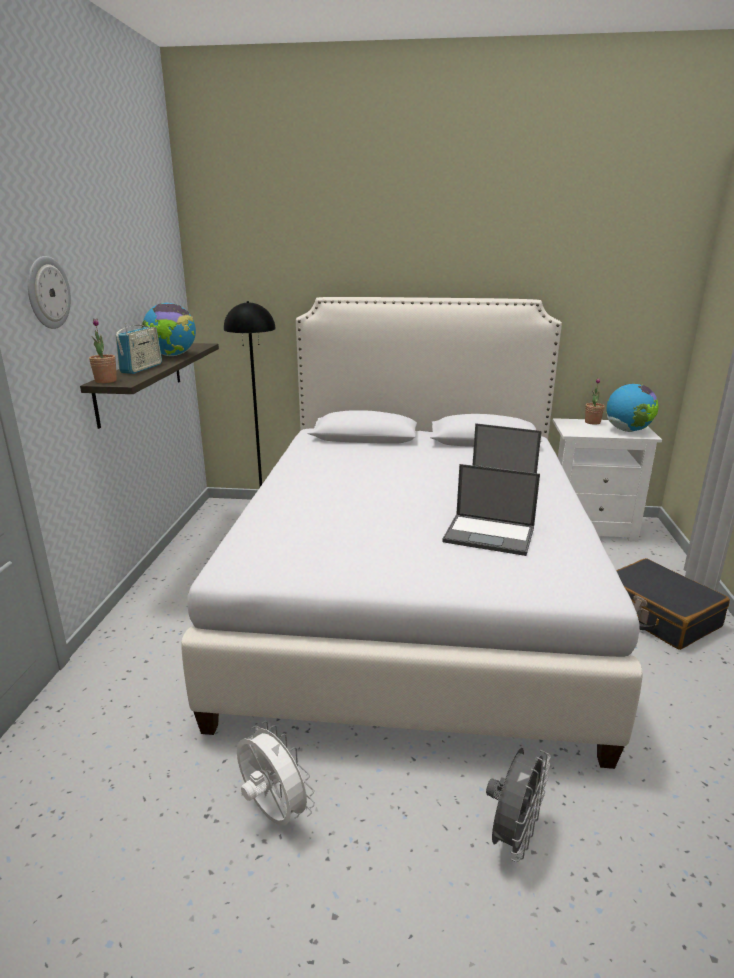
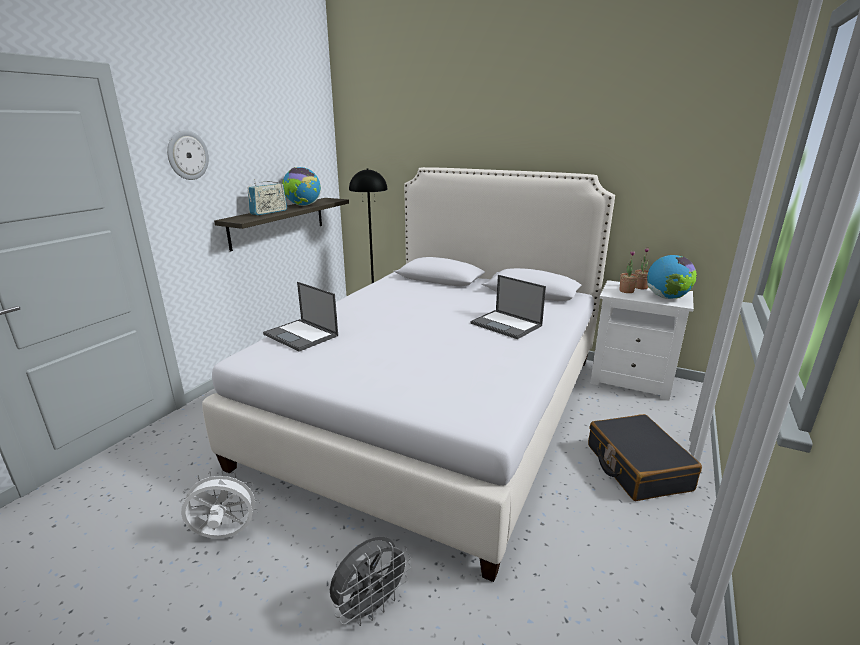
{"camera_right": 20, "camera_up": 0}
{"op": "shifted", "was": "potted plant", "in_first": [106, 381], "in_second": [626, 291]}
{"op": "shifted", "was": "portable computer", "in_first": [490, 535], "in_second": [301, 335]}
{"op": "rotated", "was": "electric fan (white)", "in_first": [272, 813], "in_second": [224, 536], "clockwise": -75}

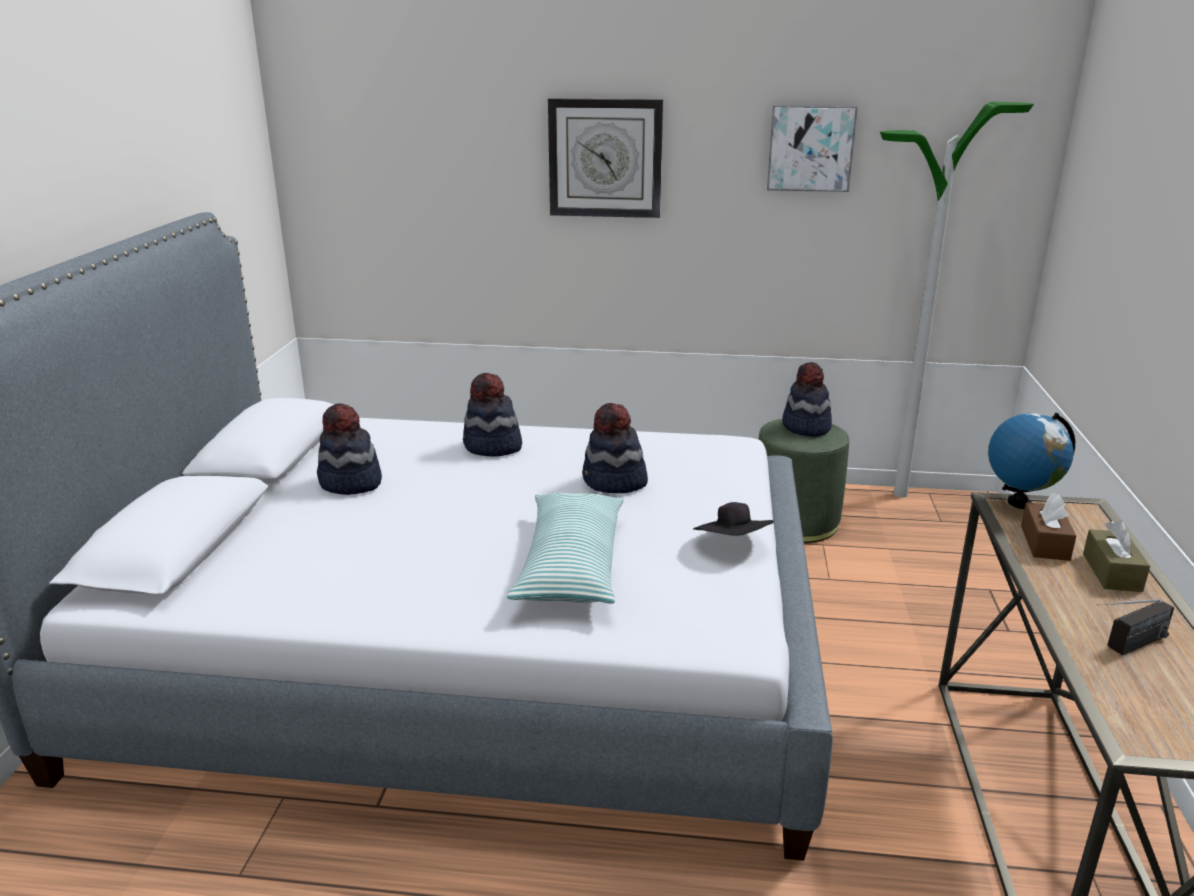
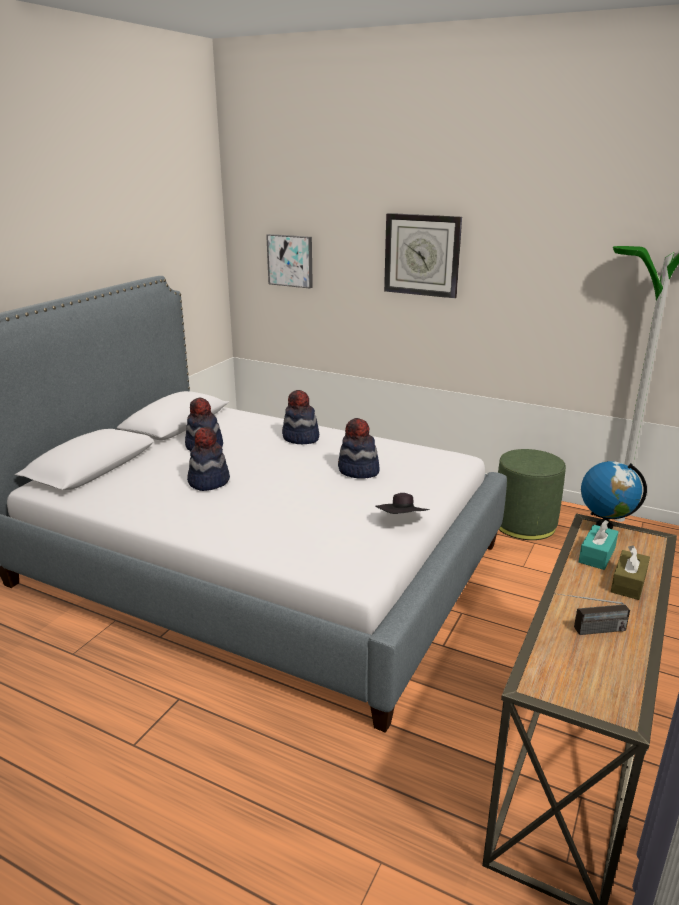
{"camera_right": 20, "camera_up": 0}
{"op": "gone", "was": "throw pillow", "in_first": [571, 564]}
{"op": "shifted", "was": "wall picture", "in_first": [810, 148], "in_second": [290, 260]}
{"op": "shifted", "was": "clothing hat", "in_first": [806, 427], "in_second": [208, 481]}
{"op": "repainted", "was": "box of tissues (brownish)", "now": "box of tissues (blue-green)", "in_first": [1044, 543], "in_second": [597, 555]}

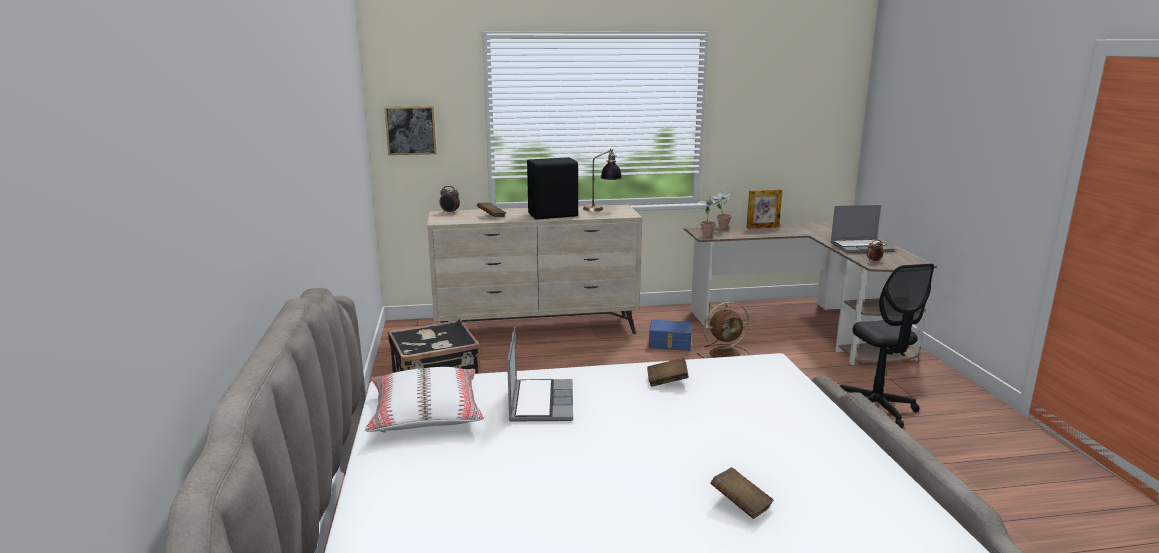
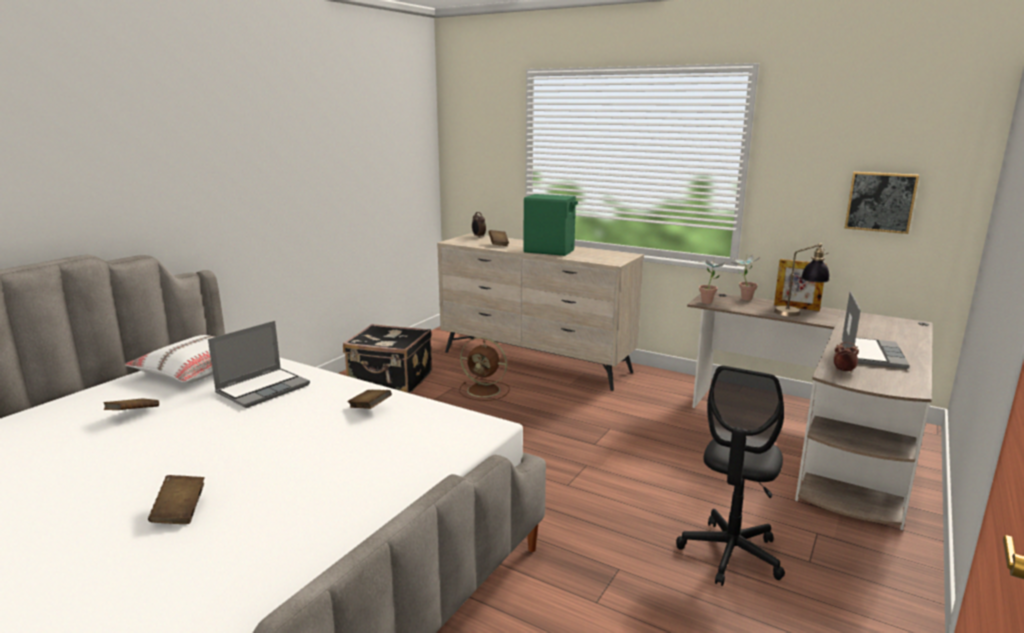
{"camera_right": 40, "camera_up": 0}
{"op": "gone", "was": "storage bin (bluish)", "in_first": [670, 344]}
{"op": "new", "now": "volume (brownish)", "in_second": [133, 414]}
{"op": "shifted", "was": "wall picture", "in_first": [410, 130], "in_second": [880, 202]}
{"op": "shifted", "was": "lamp for a table", "in_first": [602, 209], "in_second": [798, 314]}
{"op": "shifted", "was": "electric fan (brownish)", "in_first": [725, 354], "in_second": [485, 390]}
{"op": "repainted", "was": "loudspeaker (blackish)", "now": "loudspeaker (green)", "in_first": [553, 214], "in_second": [549, 251]}
{"op": "rotated", "was": "portable computer", "in_first": [861, 247], "in_second": [871, 354], "clockwise": -105}

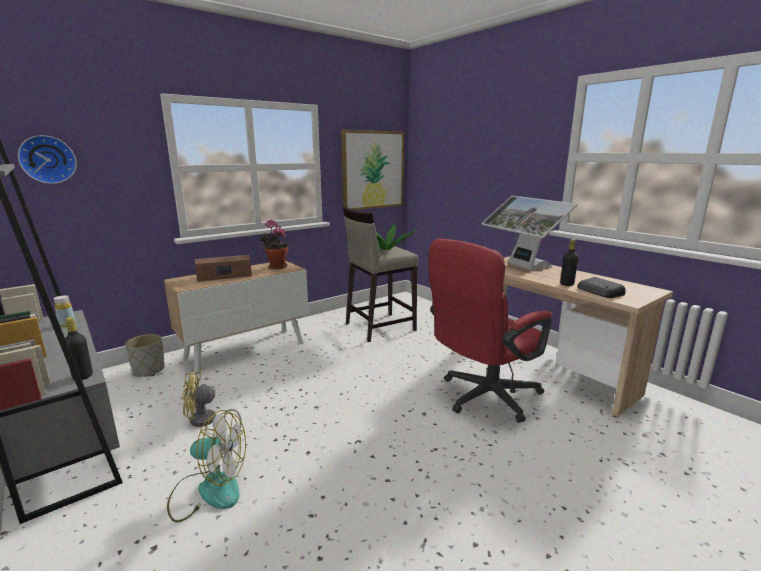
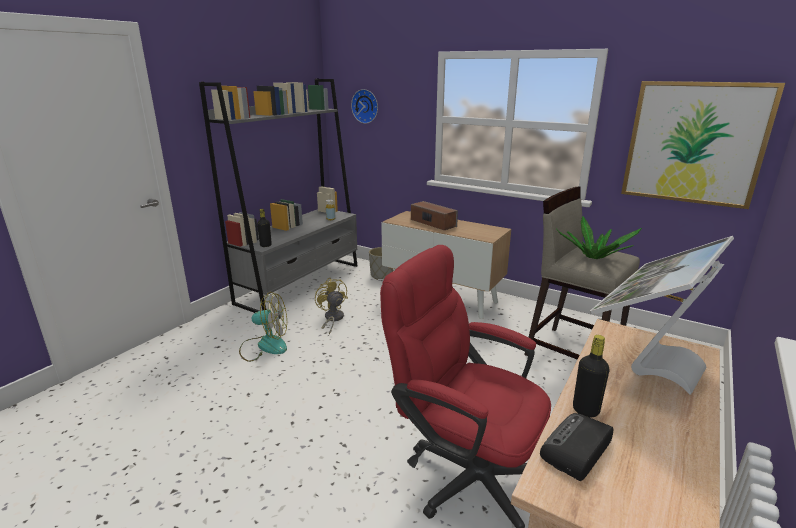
{"camera_right": 70, "camera_up": 5}
{"op": "gone", "was": "potted plant", "in_first": [276, 267]}
{"op": "rotated", "was": "electric fan", "in_first": [208, 490], "in_second": [264, 346], "clockwise": -75}

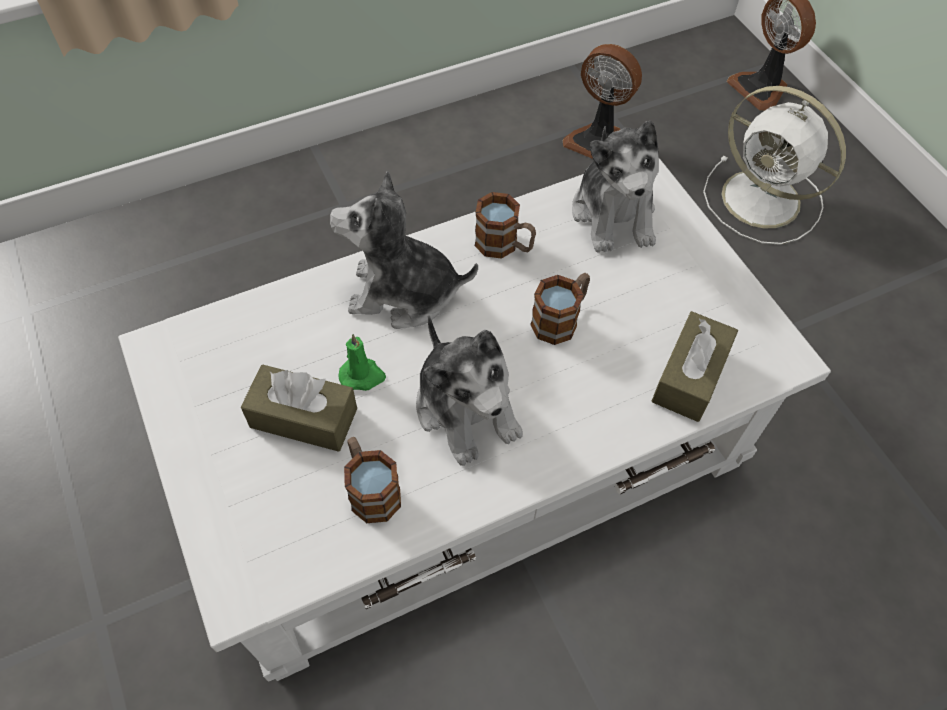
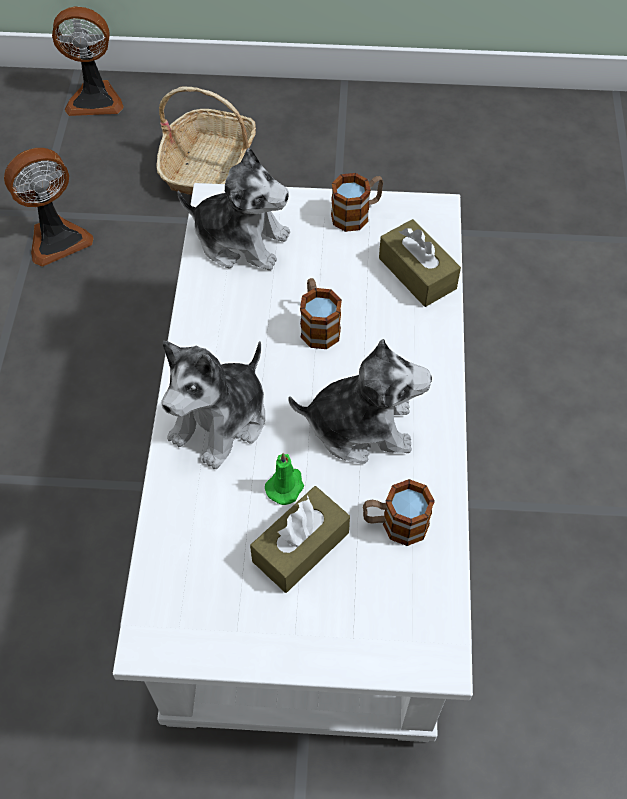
{"camera_right": -60, "camera_up": 0}
{"op": "shifted", "was": "tea mug", "in_first": [504, 245], "in_second": [357, 214]}
{"op": "swapped", "was": "electric fan (white)", "now": "household basket", "in_first": [764, 201], "in_second": [209, 166]}

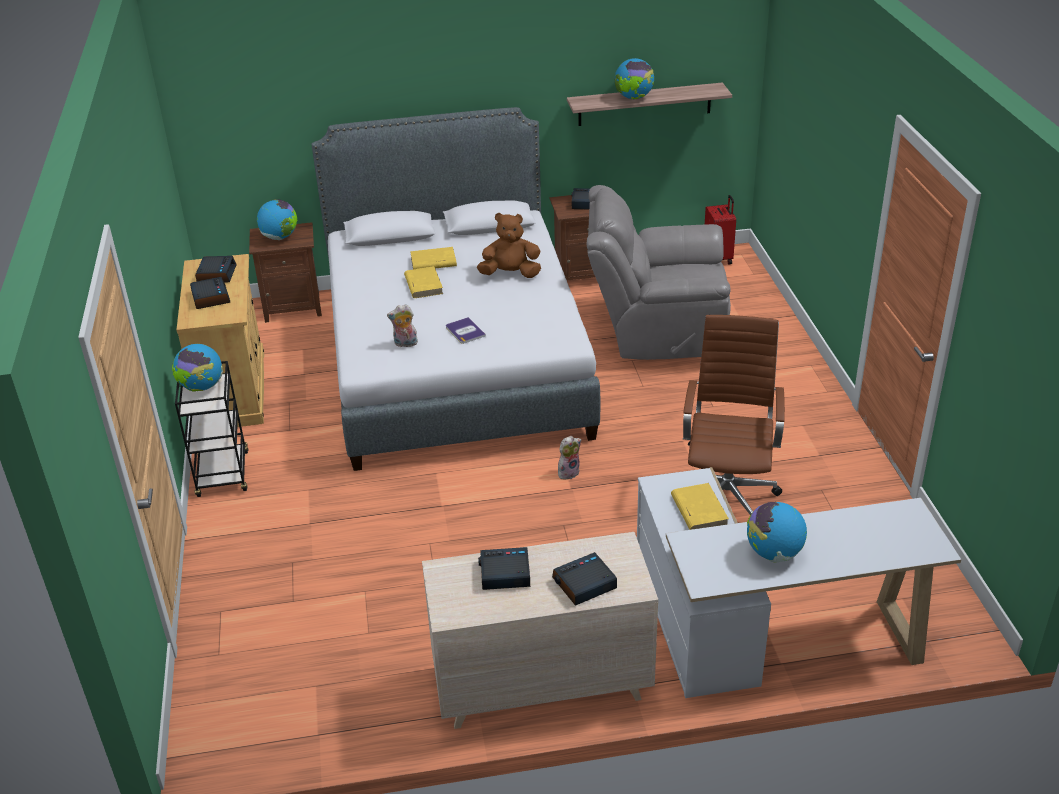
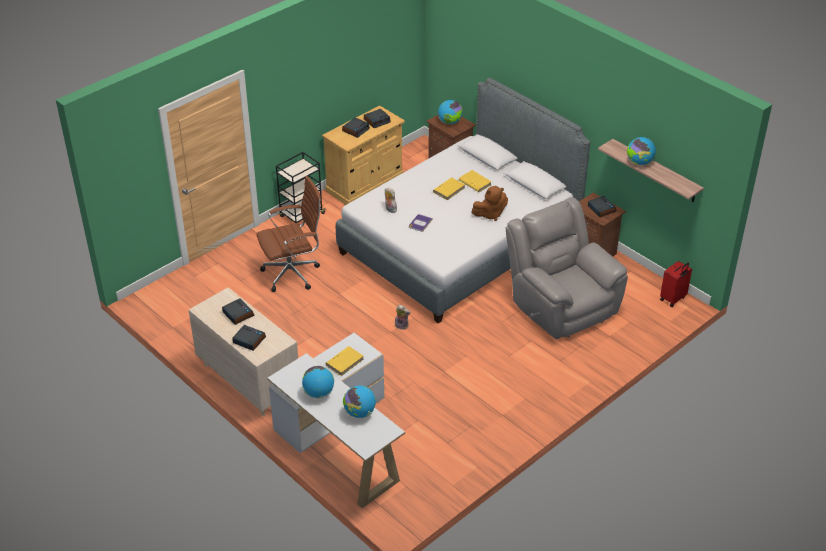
{"camera_right": 55, "camera_up": 5}
{"op": "shifted", "was": "desk globe", "in_first": [201, 387], "in_second": [359, 413]}
{"op": "shifted", "was": "computer chair (brownish)", "in_first": [727, 496], "in_second": [293, 273]}
{"op": "rotated", "was": "plush toy (brownish)", "in_first": [510, 274], "in_second": [490, 214], "clockwise": 105}

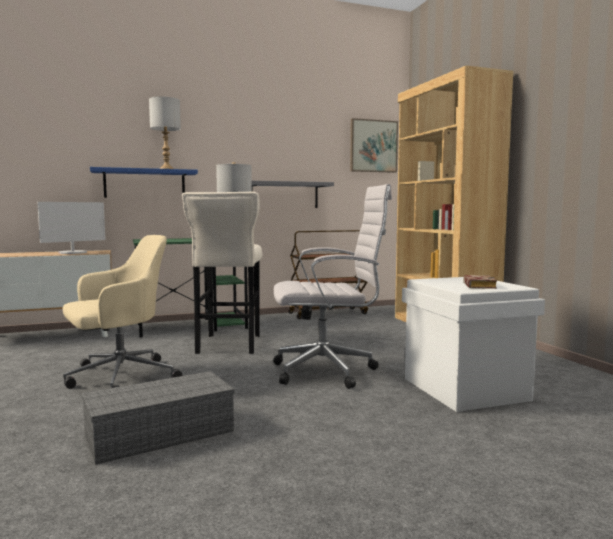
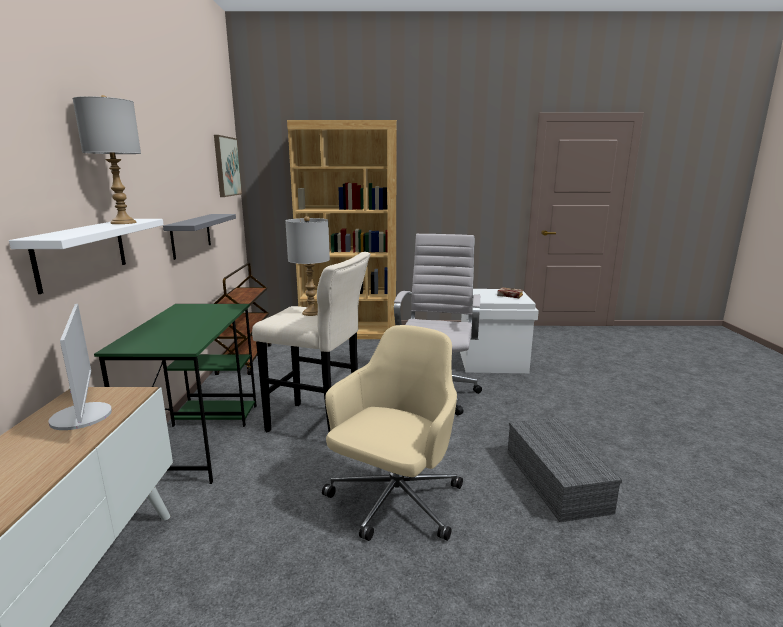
{"camera_right": -70, "camera_up": 10}
{"op": "repainted", "was": "bracket shelf (bluish)", "now": "bracket shelf (white)", "in_first": [145, 184], "in_second": [82, 252]}
{"op": "rotated", "was": "computer chair (beige)", "in_first": [119, 378], "in_second": [394, 502], "clockwise": 45}

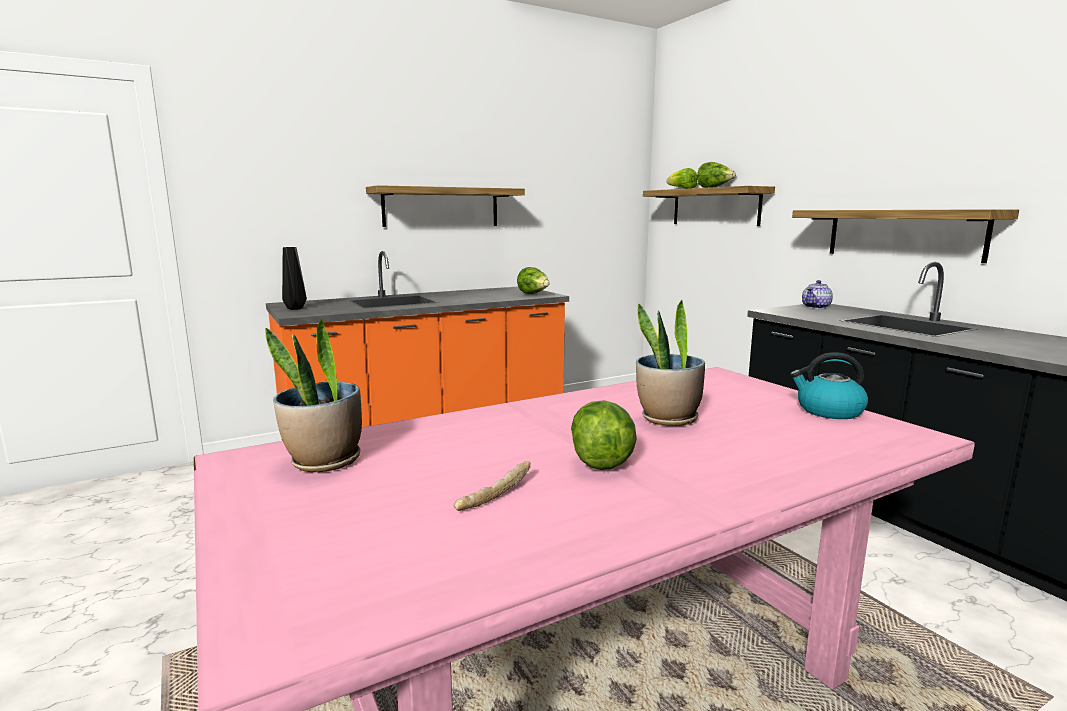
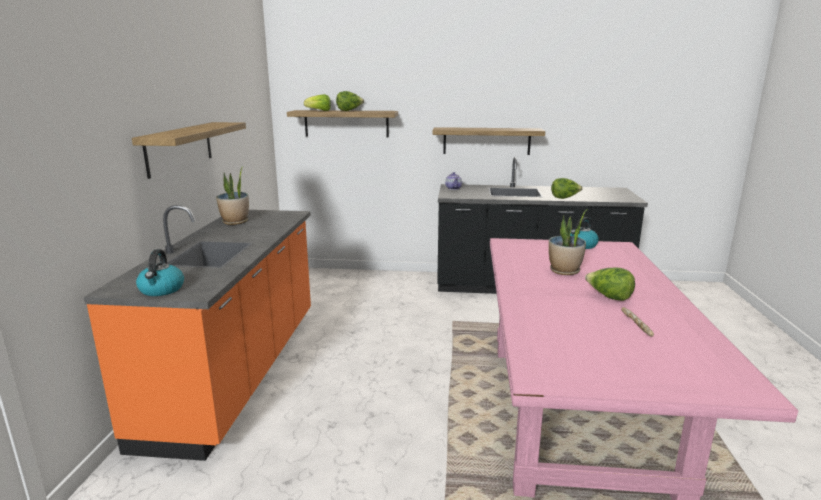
{"camera_right": -55, "camera_up": 5}
{"op": "shifted", "was": "potted plant", "in_first": [324, 462], "in_second": [235, 222]}
{"op": "shifted", "was": "lettuce", "in_first": [533, 294], "in_second": [564, 198]}
{"op": "swapped", "was": "decorative vase (blackish)", "now": "tea kettle", "in_first": [294, 309], "in_second": [161, 290]}

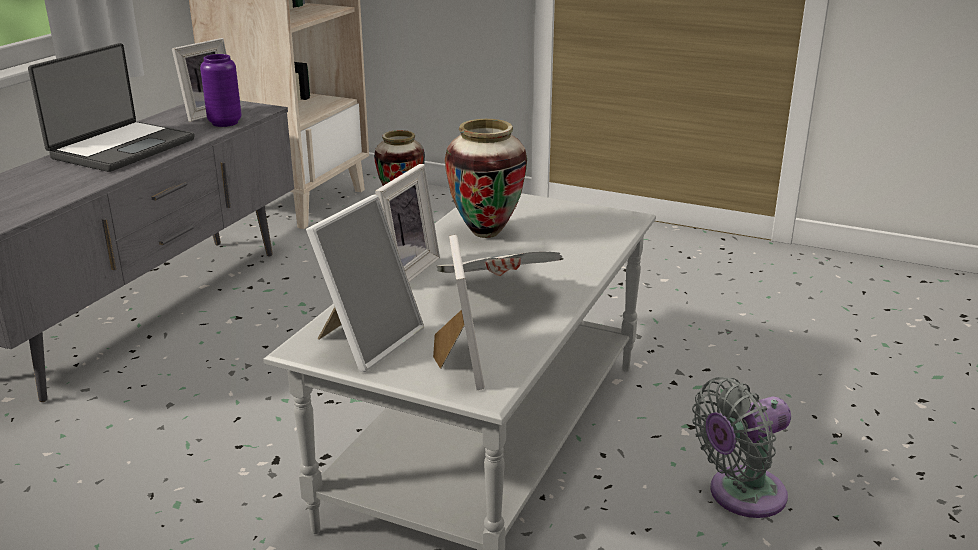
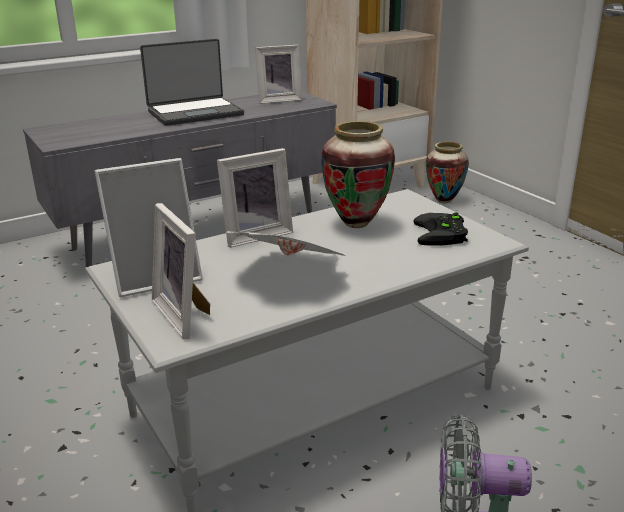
{"camera_right": 35, "camera_up": 0}
{"op": "gone", "was": "decorative vase (purple)", "in_first": [225, 123]}
{"op": "new", "now": "joypad (blackish)", "in_second": [443, 234]}
{"op": "rotated", "was": "picture frame", "in_first": [457, 364], "in_second": [185, 314], "clockwise": 120}

